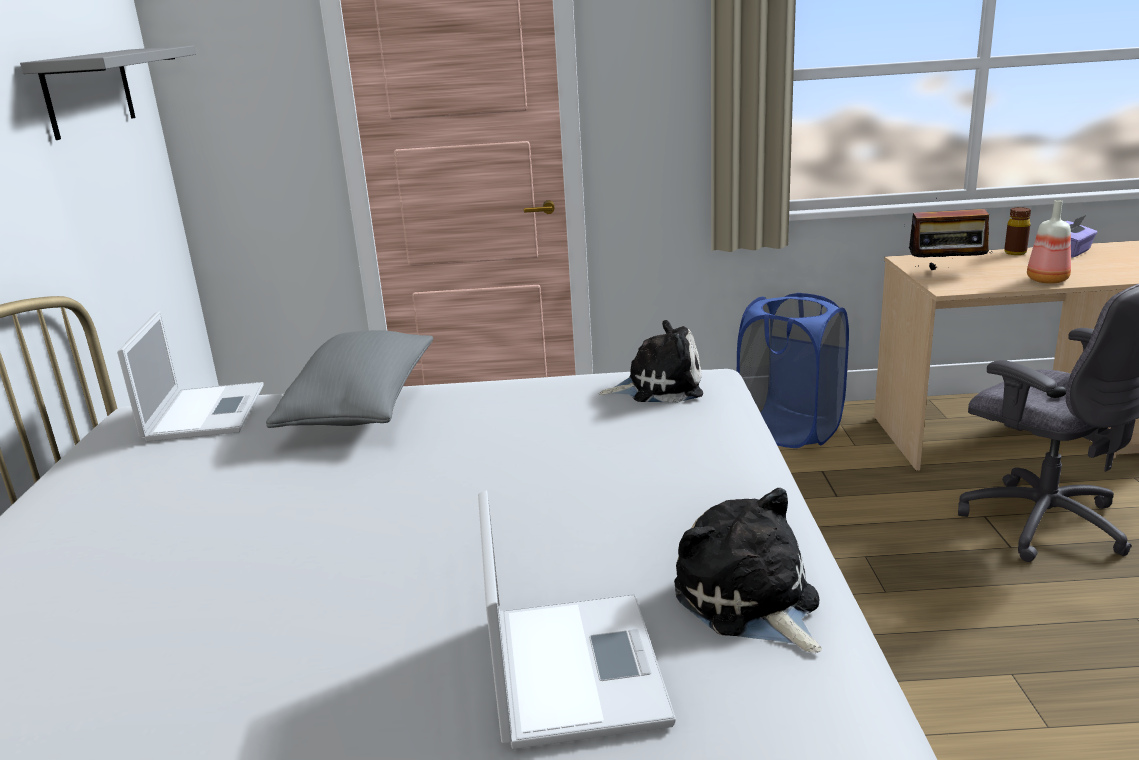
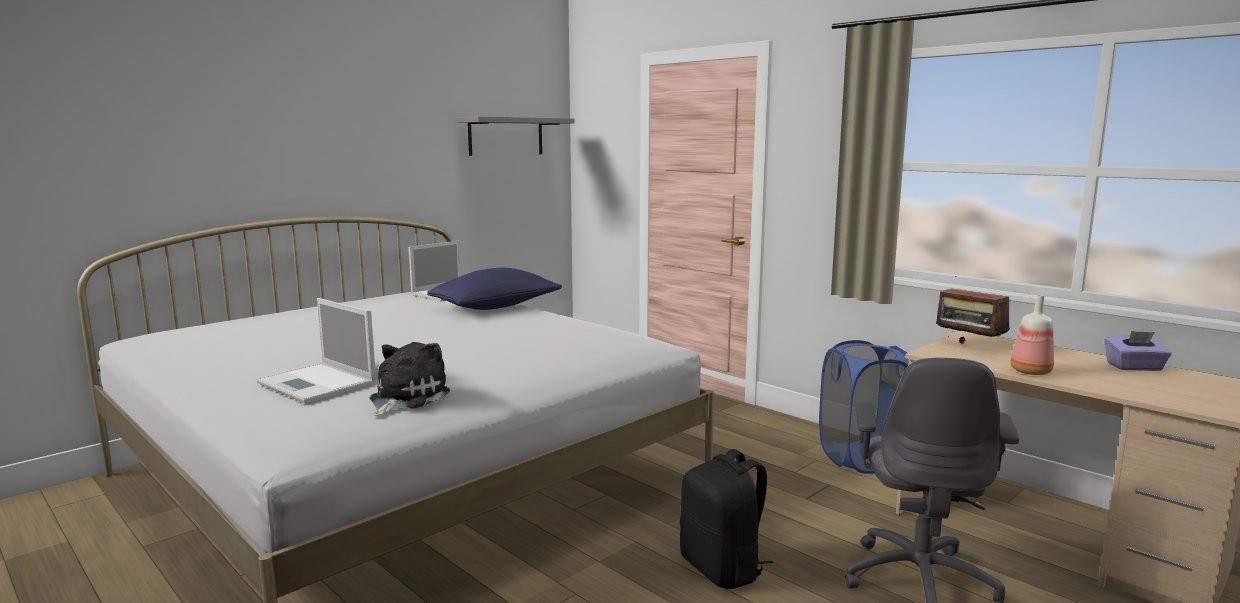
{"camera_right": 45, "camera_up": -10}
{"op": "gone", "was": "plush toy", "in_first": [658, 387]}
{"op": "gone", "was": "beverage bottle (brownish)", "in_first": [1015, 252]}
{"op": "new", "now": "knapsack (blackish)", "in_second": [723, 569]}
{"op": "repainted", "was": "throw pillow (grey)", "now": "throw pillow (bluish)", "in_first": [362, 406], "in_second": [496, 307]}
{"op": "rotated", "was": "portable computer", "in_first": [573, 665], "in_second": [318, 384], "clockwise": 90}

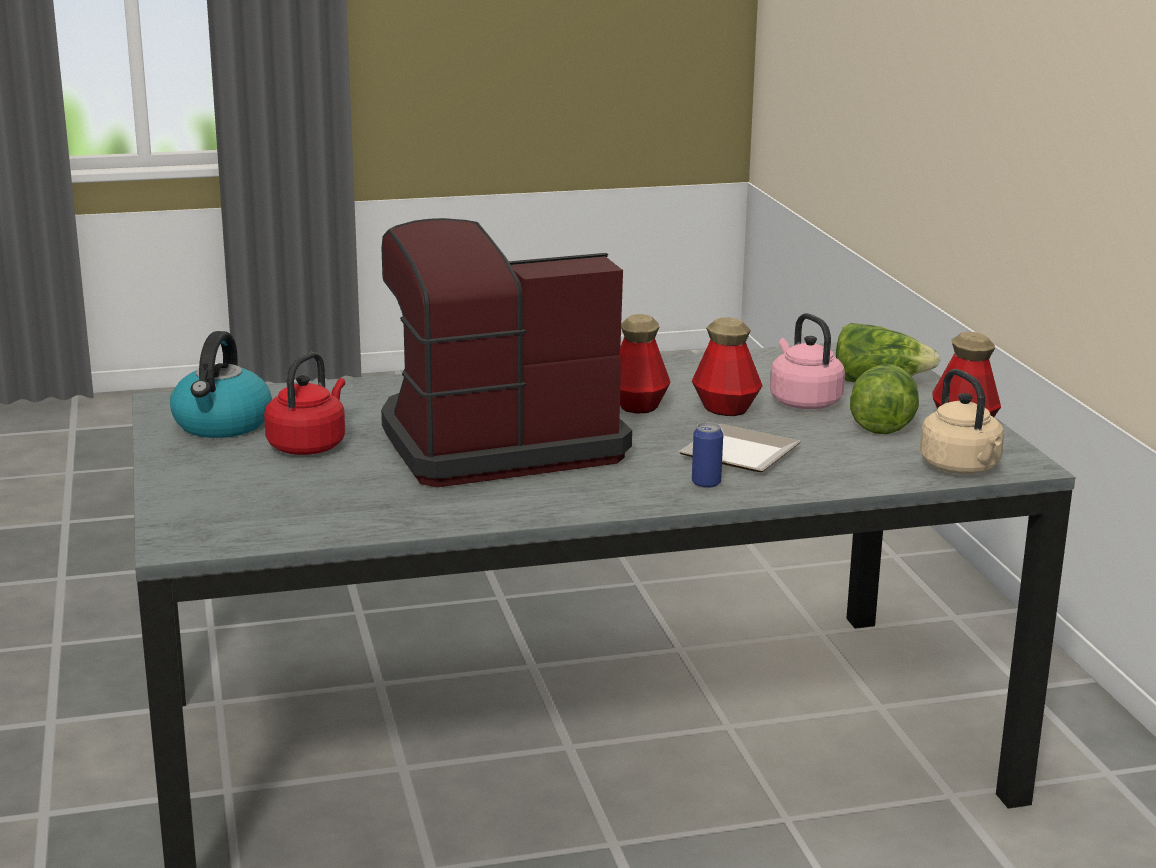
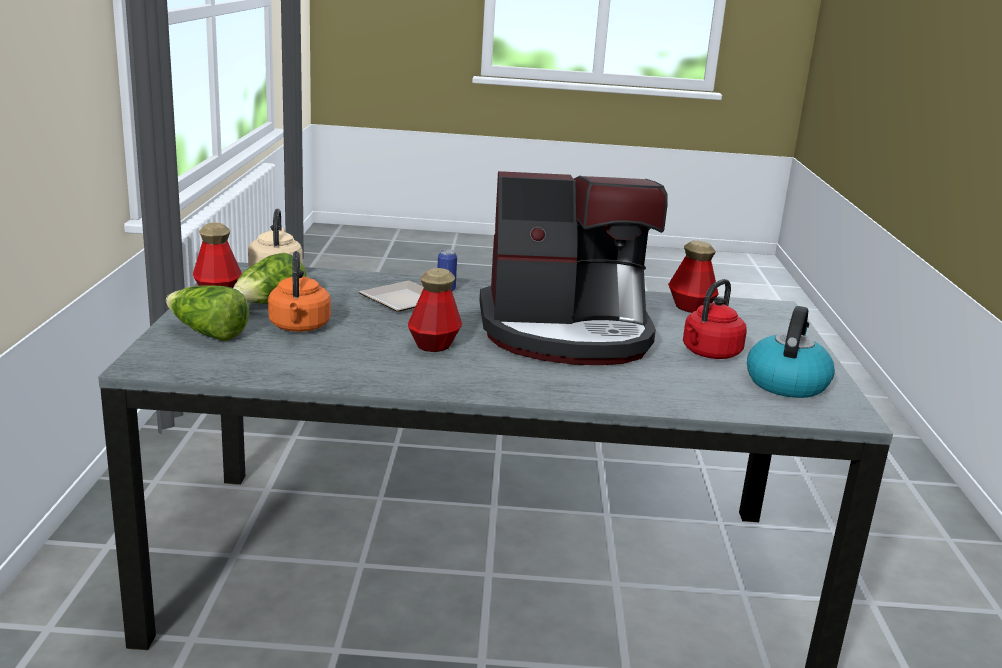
{"camera_right": -165, "camera_up": 0}
{"op": "shifted", "was": "beverage bottle", "in_first": [725, 409], "in_second": [690, 307]}
{"op": "repainted", "was": "tea kettle (pinkish)", "now": "tea kettle (orange-coloured)", "in_first": [803, 401], "in_second": [299, 327]}

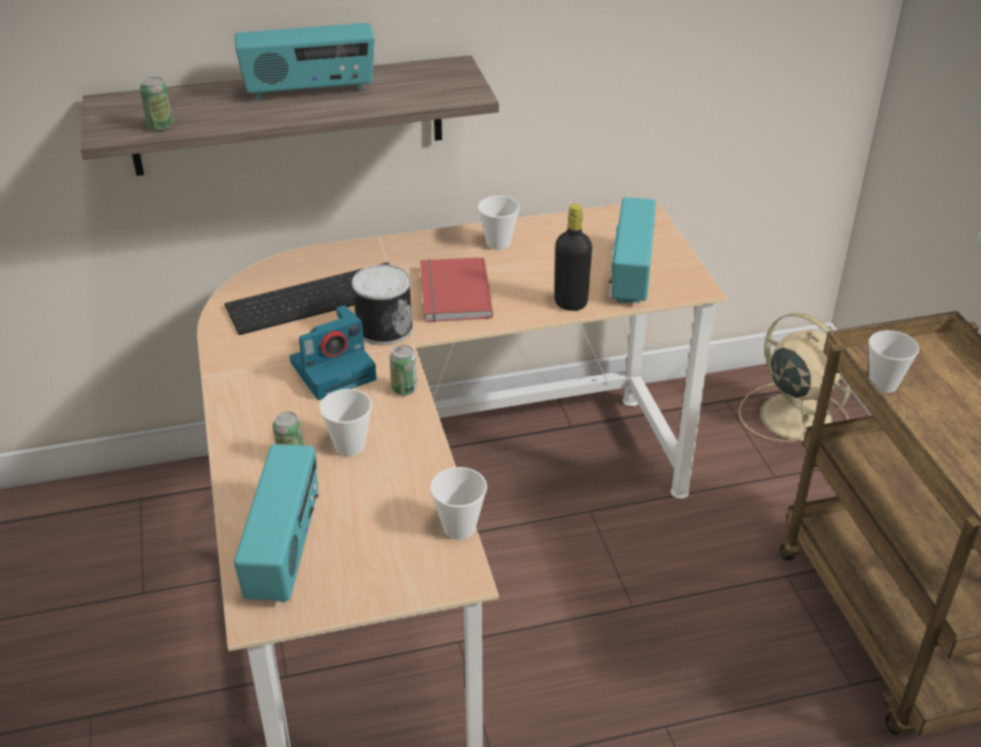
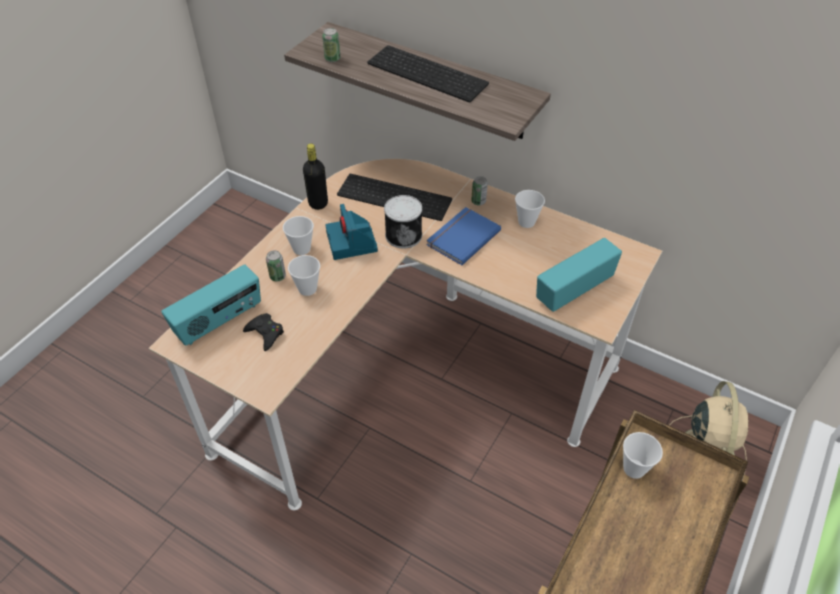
{"camera_right": 45, "camera_up": 10}
{"op": "new", "now": "joypad (blackish)", "in_second": [265, 333]}
{"op": "shifted", "was": "metal can", "in_first": [404, 389], "in_second": [478, 201]}
{"op": "shifted", "was": "cup", "in_first": [459, 528], "in_second": [301, 249]}
{"op": "shifted", "was": "beverage bottle (blackish)", "in_first": [570, 303], "in_second": [318, 203]}
{"op": "swapped", "was": "radio", "now": "keyboard", "in_first": [310, 90], "in_second": [429, 73]}
{"op": "repainted", "was": "volume (red)", "now": "volume (bluish)", "in_first": [452, 293], "in_second": [461, 237]}
{"op": "rotated", "was": "photo camera", "in_first": [334, 369], "in_second": [352, 243], "clockwise": 60}

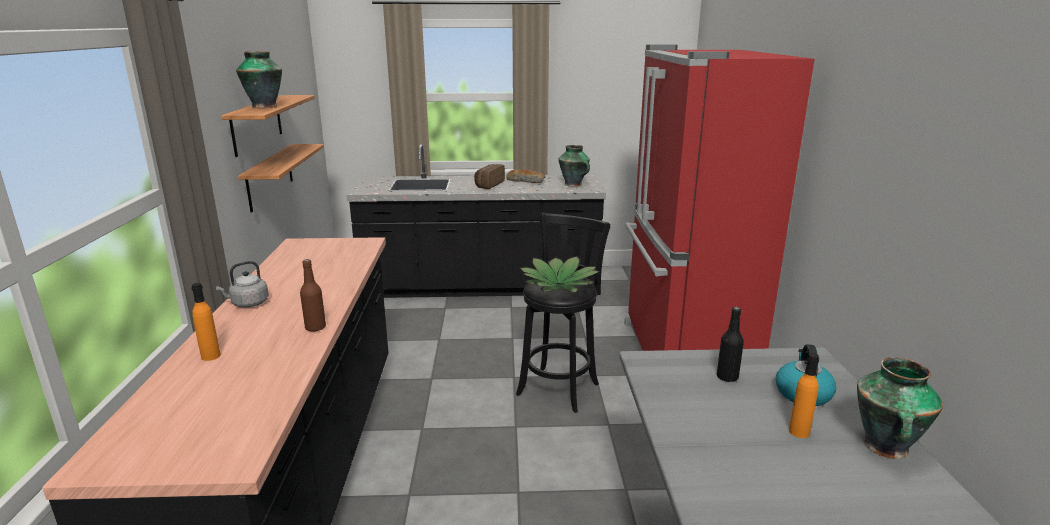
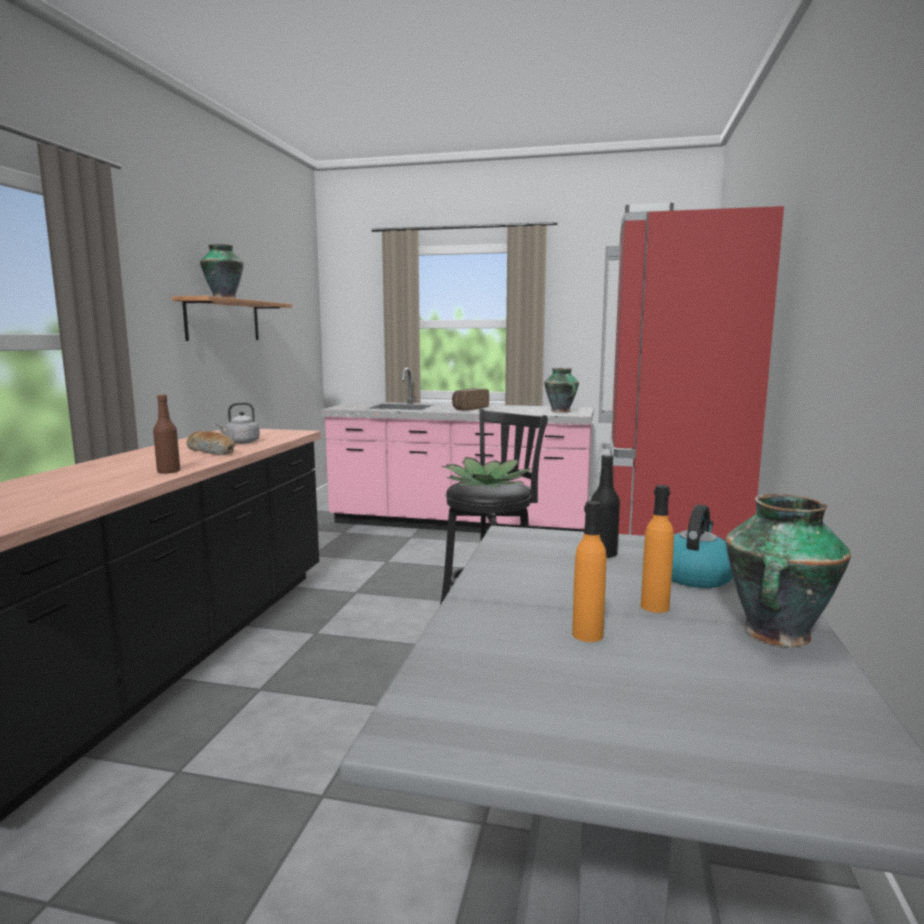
{"camera_right": 15, "camera_up": -10}
{"op": "gone", "was": "bracket shelf", "in_first": [270, 176]}
{"op": "shifted", "was": "beverage bottle (orange-coloured)", "in_first": [211, 356], "in_second": [587, 634]}
{"op": "shifted", "was": "tea kettle (grey)", "in_first": [248, 304], "in_second": [241, 442]}
{"op": "shifted", "was": "bread", "in_first": [526, 181], "in_second": [212, 452]}
{"op": "repainted", "was": "counter (blackish)", "now": "counter (pinkish)", "in_first": [481, 288], "in_second": [459, 524]}

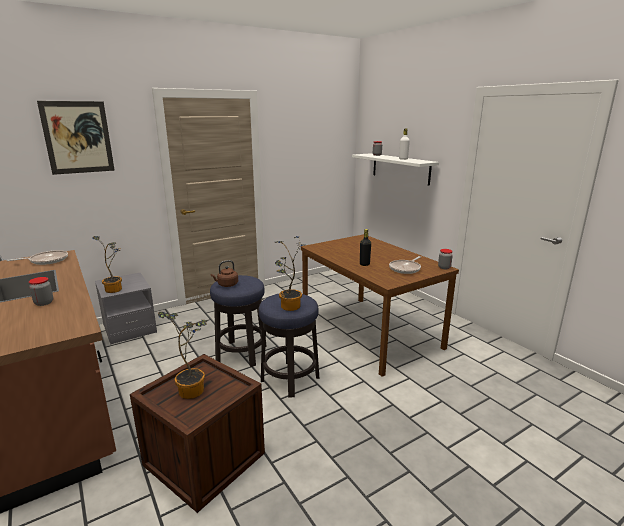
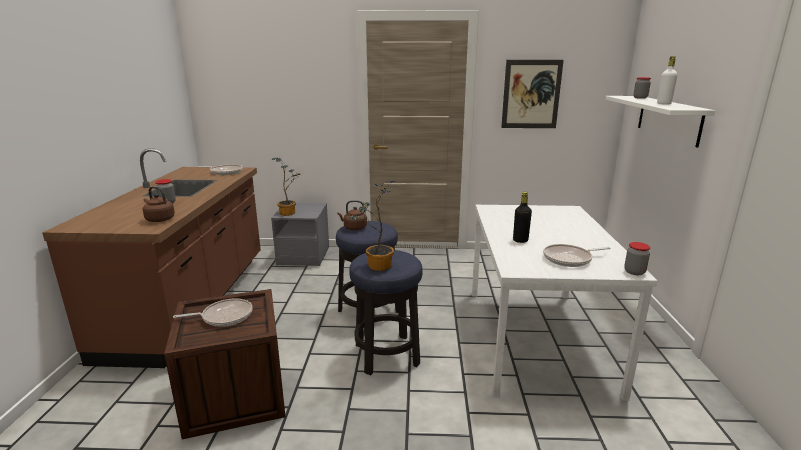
{"camera_right": 35, "camera_up": 0}
{"op": "new", "now": "tea kettle (brownish)", "in_second": [159, 219]}
{"op": "shifted", "was": "wall picture", "in_first": [78, 137], "in_second": [531, 94]}
{"op": "swapped", "was": "potted plant", "now": "pan", "in_first": [192, 389], "in_second": [224, 316]}
{"op": "repainted", "was": "dinner table (brownish)", "now": "dinner table (white)", "in_first": [370, 332], "in_second": [537, 338]}

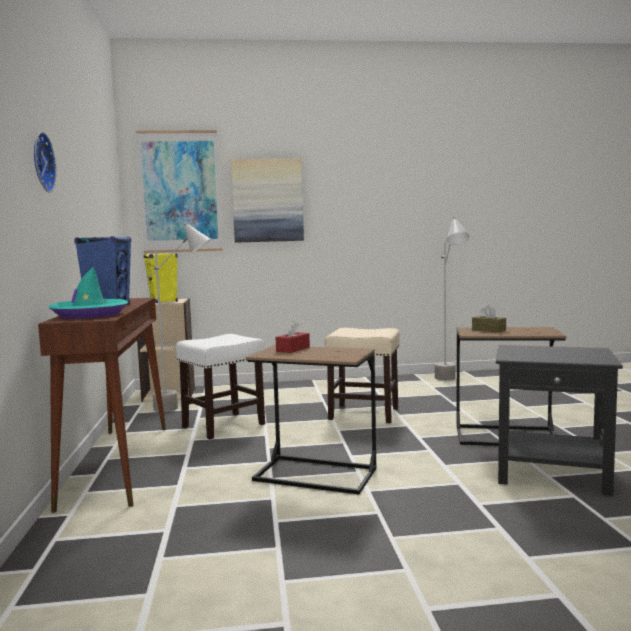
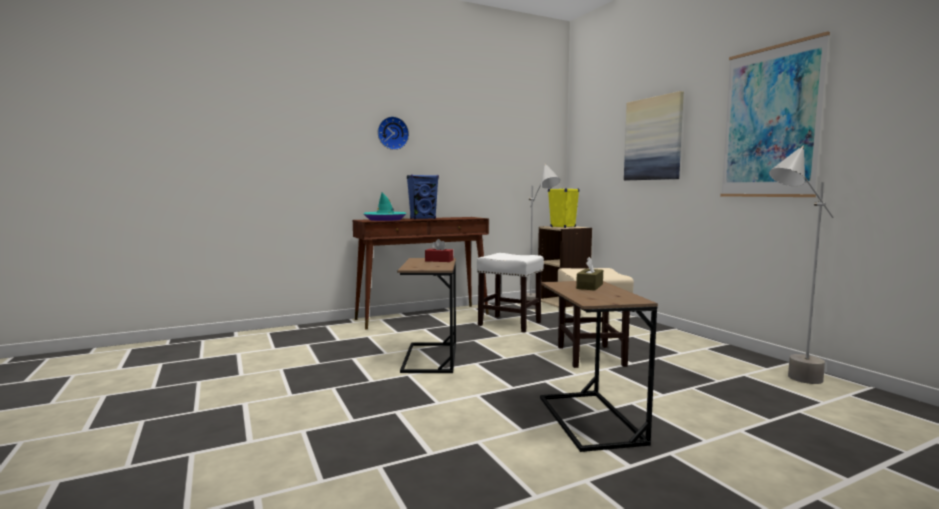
{"camera_right": 70, "camera_up": 0}
{"op": "gone", "was": "side table (blackish)", "in_first": [553, 474]}
{"op": "shifted", "was": "wall picture", "in_first": [180, 192], "in_second": [770, 122]}

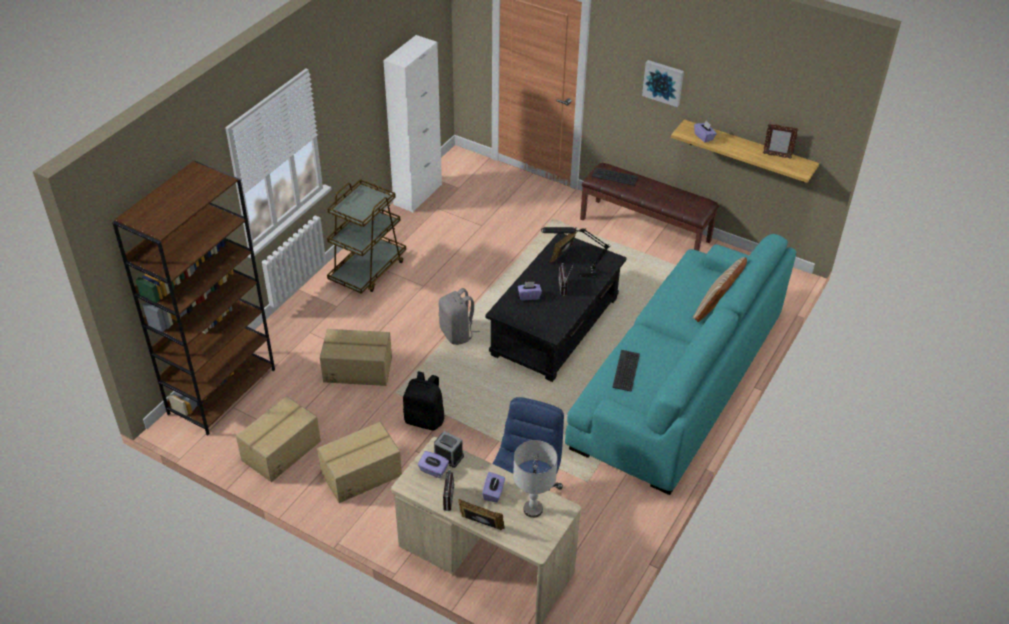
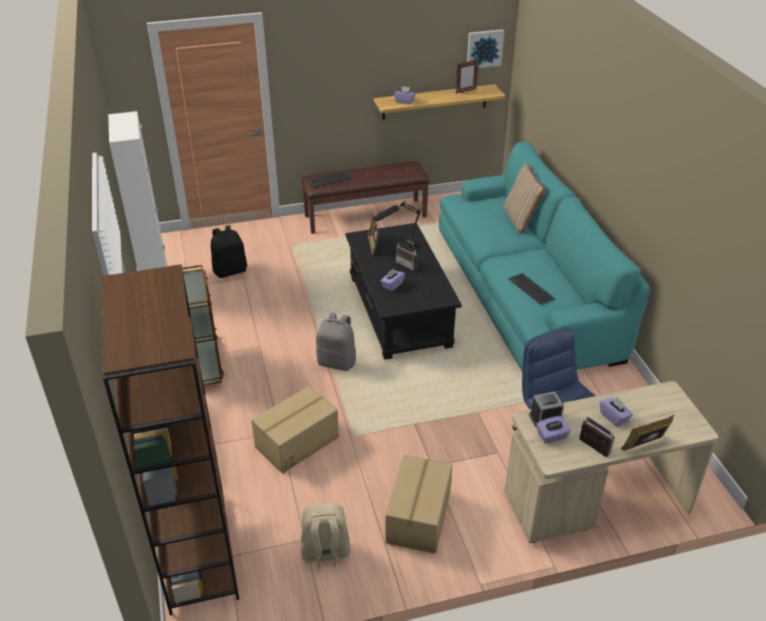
{"camera_right": -45, "camera_up": -5}
{"op": "gone", "was": "lamp for a table (grey)", "in_first": [533, 510]}
{"op": "shifted", "was": "knapsack (blackish)", "in_first": [425, 419], "in_second": [230, 270]}
{"op": "shifted", "was": "wall picture", "in_first": [663, 82], "in_second": [484, 48]}
{"op": "swapped", "was": "carton", "now": "knapsack (beige)", "in_first": [280, 450], "in_second": [325, 555]}

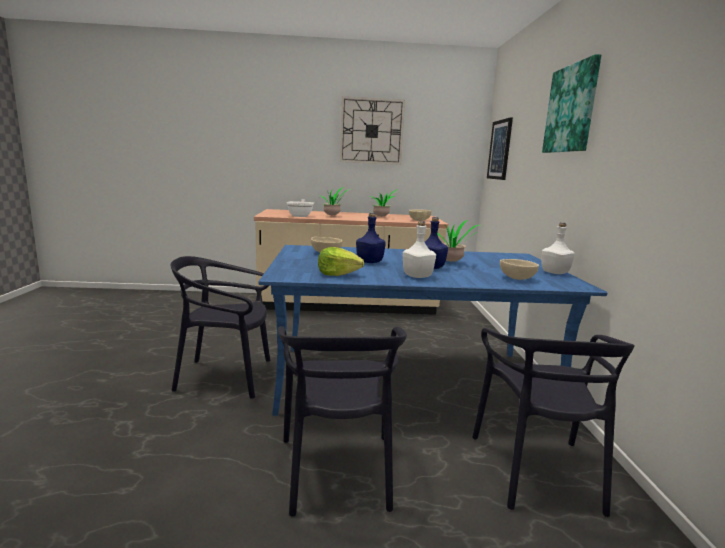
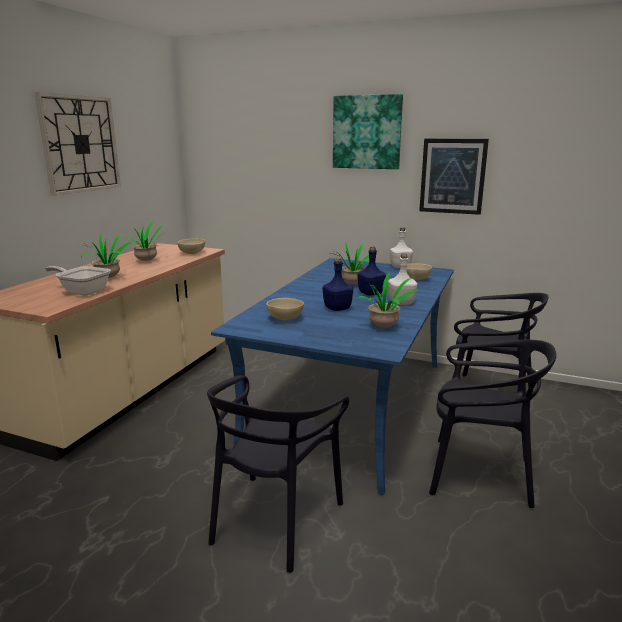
{"camera_right": -65, "camera_up": 5}
{"op": "shifted", "was": "wall picture", "in_first": [500, 150], "in_second": [452, 176]}
{"op": "swapped", "was": "lettuce", "now": "potted plant", "in_first": [338, 274], "in_second": [385, 327]}

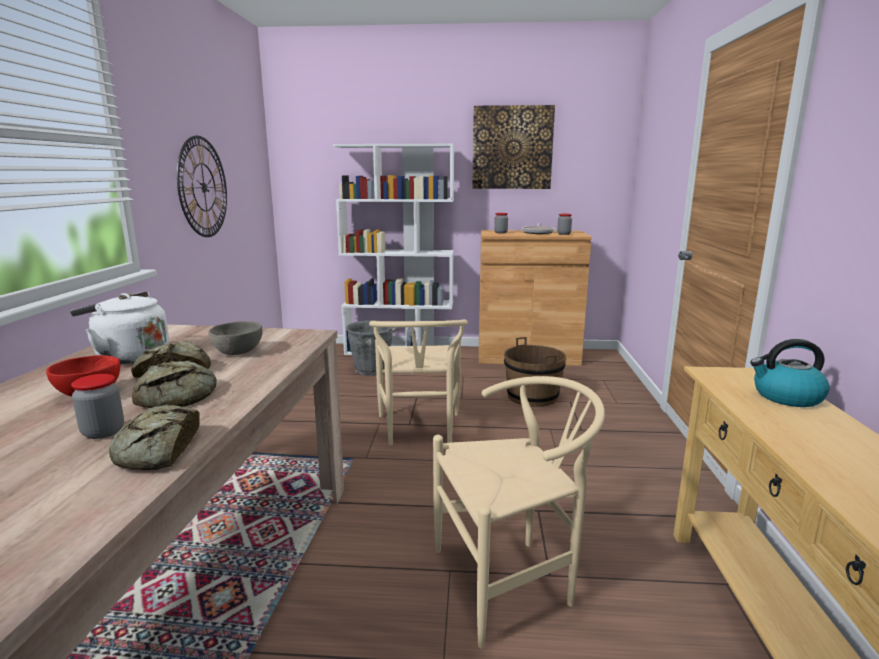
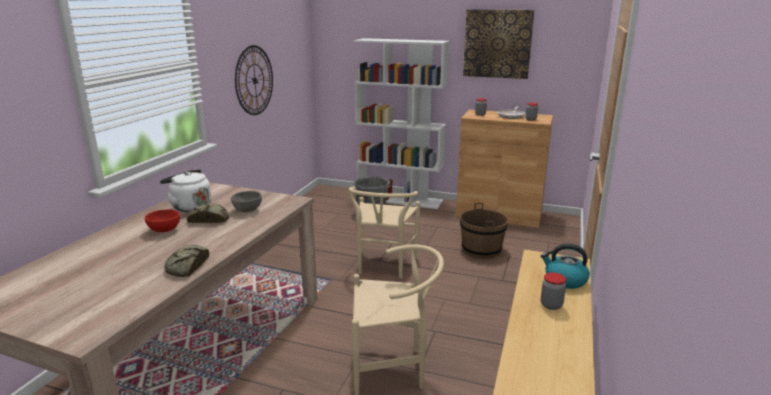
{"camera_right": 15, "camera_up": 5}
{"op": "gone", "was": "bread", "in_first": [180, 395]}
{"op": "shifted", "was": "storage jar", "in_first": [103, 432], "in_second": [551, 305]}

